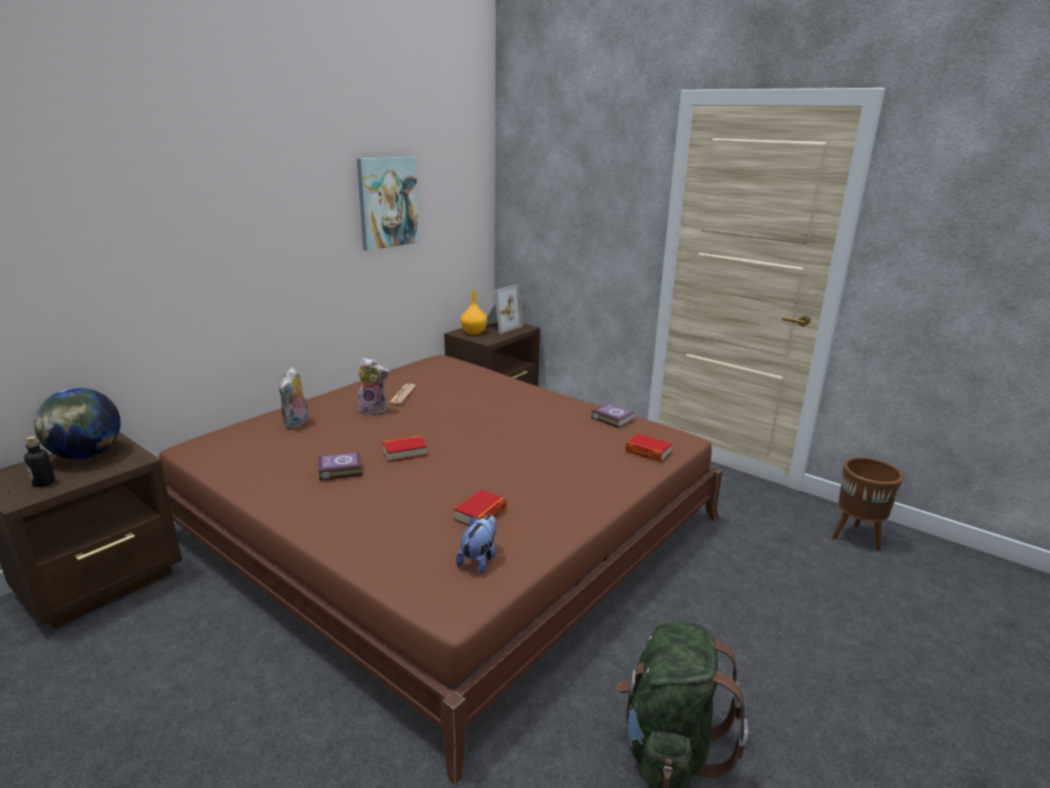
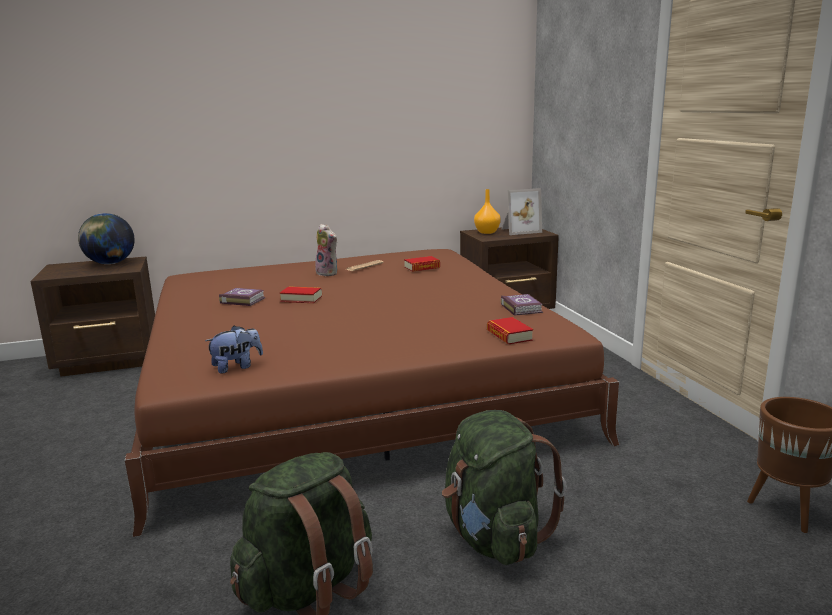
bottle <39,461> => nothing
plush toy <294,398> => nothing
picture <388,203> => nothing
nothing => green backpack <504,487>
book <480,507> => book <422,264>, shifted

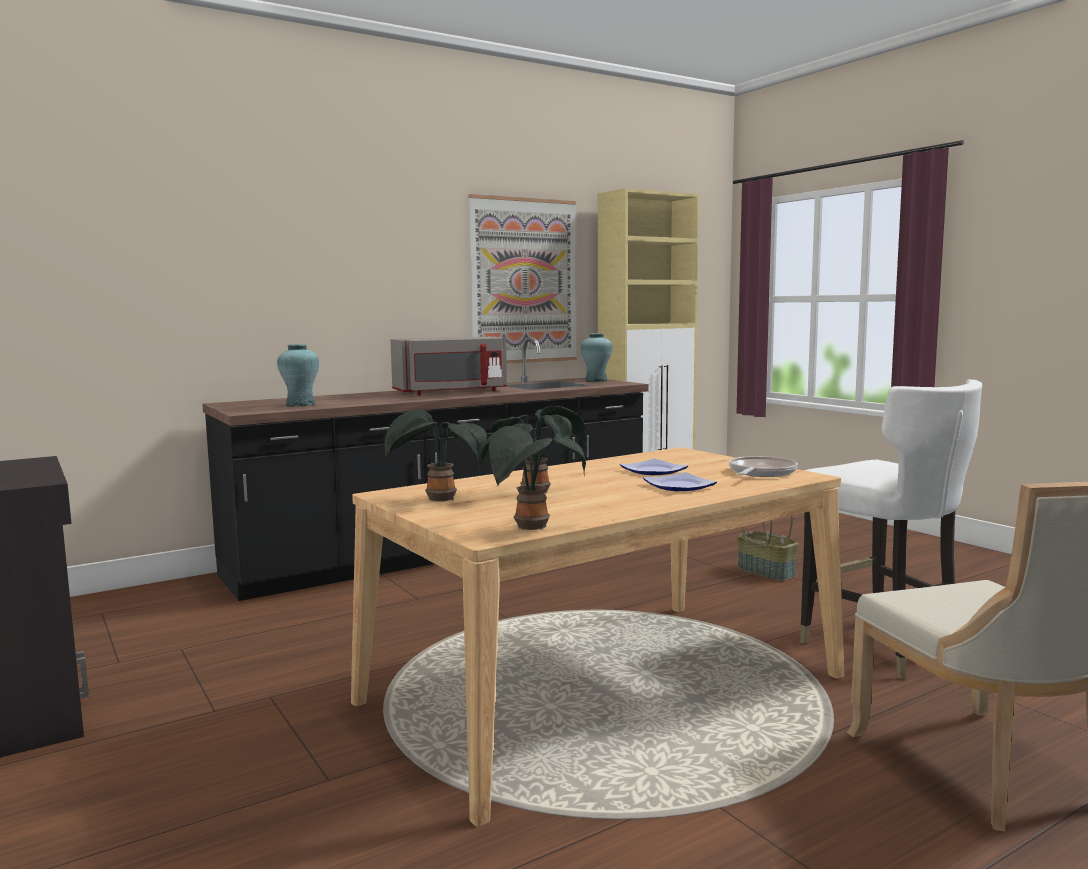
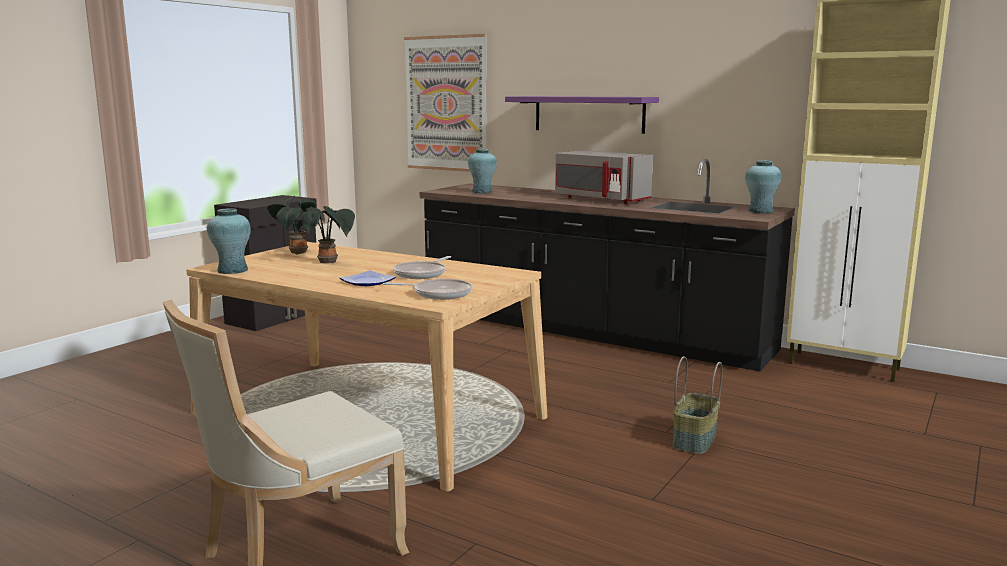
white chair <891,529> => nothing
nothing => purple shelf <582,115>
picture <522,279> => picture <445,103>, shifted
potted plant <532,478> => turquoise vase <229,241>
plate <654,467> => frying pan <422,267>

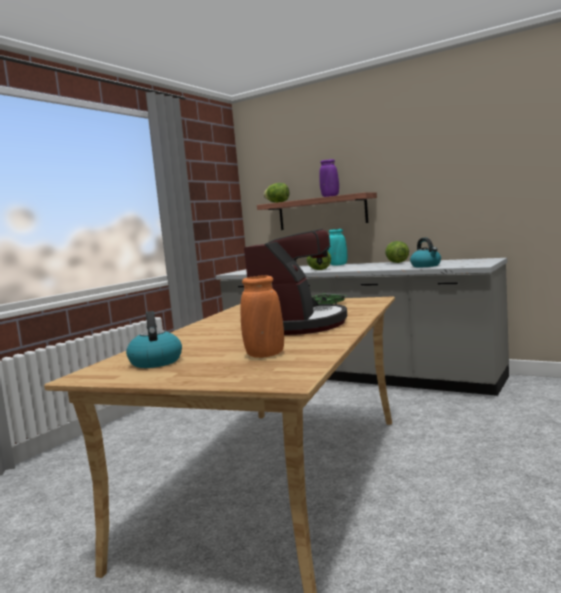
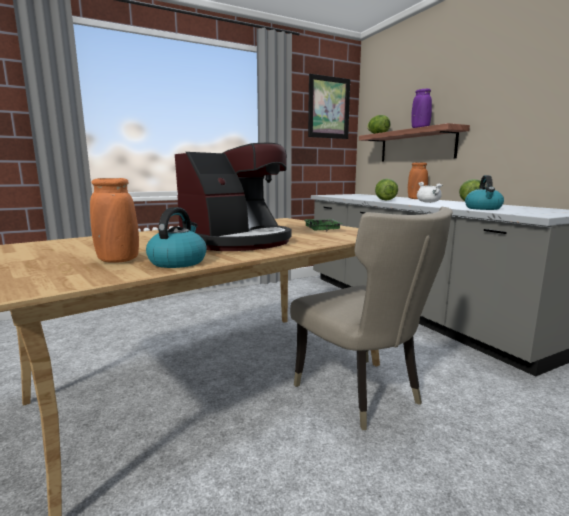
nothing => beige chair <371,318>
nothing => picture <329,106>
nothing => white cooking pot <429,192>
kettle <154,339> => kettle <176,237>, shifted
turquoise vase <337,247> => orange vase <418,180>

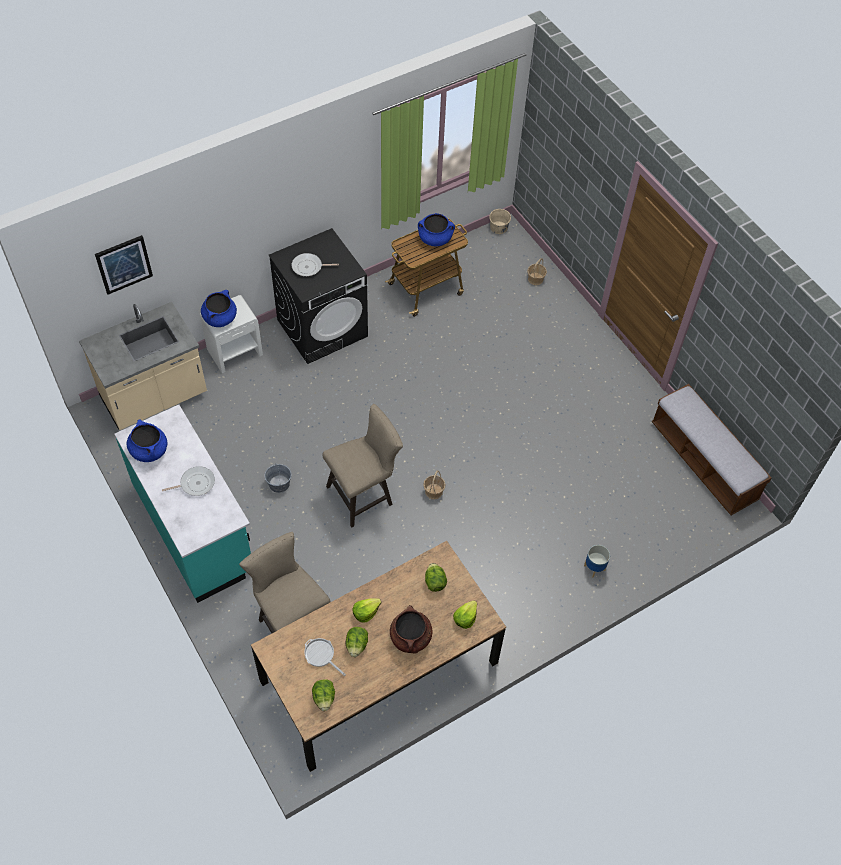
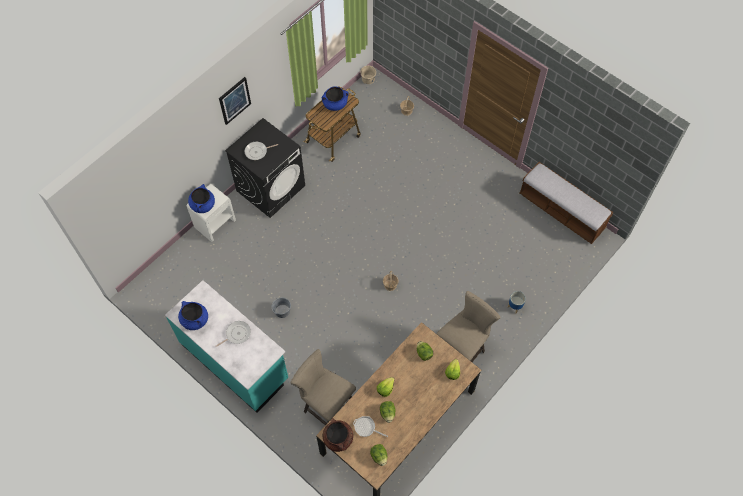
beige counter <143,366> => nothing
picture <124,264> => picture <235,101>, shifted
beige stool <362,465> => beige stool <468,326>, shifted
brown cooking pot <411,629> => brown cooking pot <338,435>, shifted

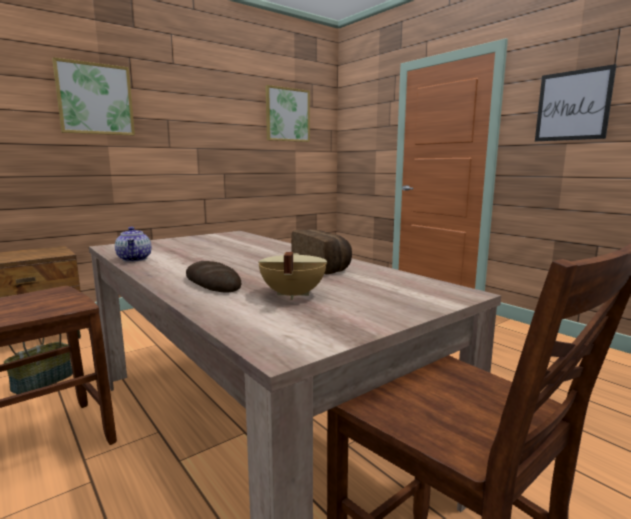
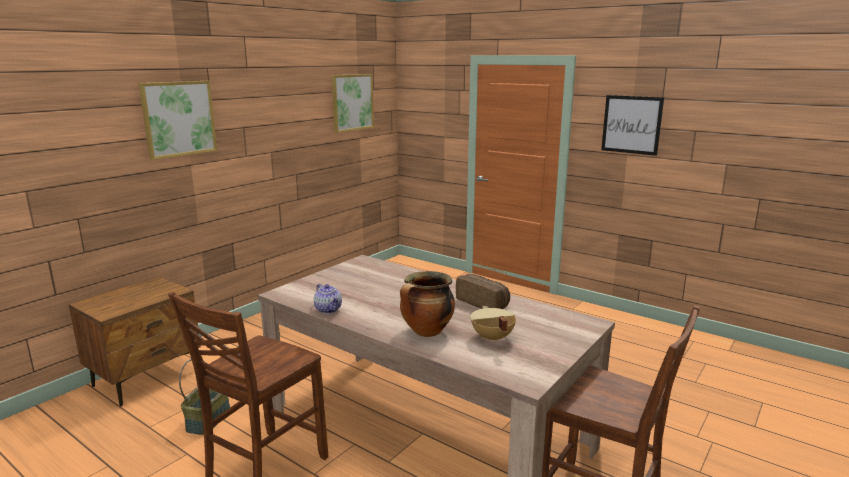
bread <214,277> => cooking pot <427,304>

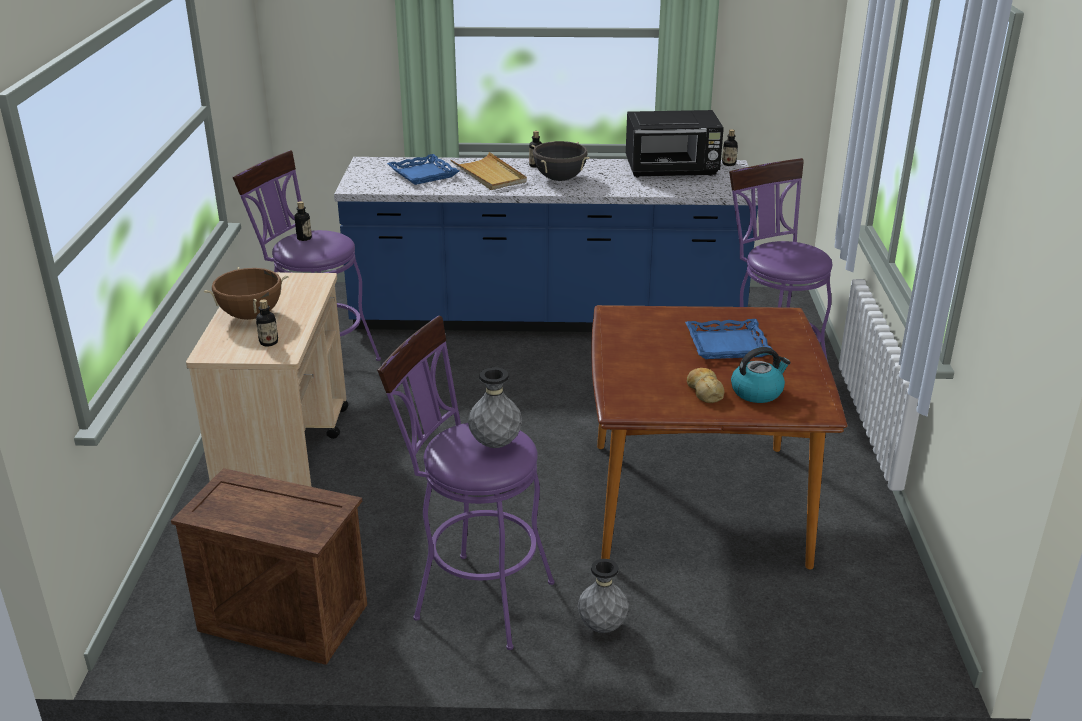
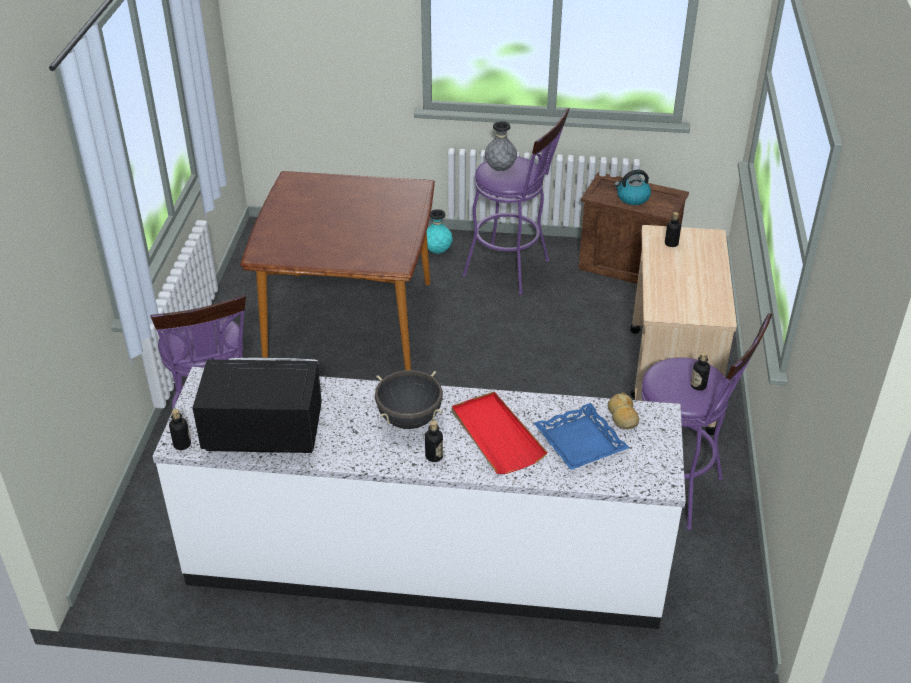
brown cooking pot <246,293> => nothing
blue tray <728,339> => nothing
bread <705,385> => bread <623,410>, shifted
kettle <761,375> => kettle <632,187>, shifted
blue counter <546,244> => white counter <419,498>
beige tray <489,171> => red tray <499,433>
grey vase <603,596> => turquoise vase <440,231>

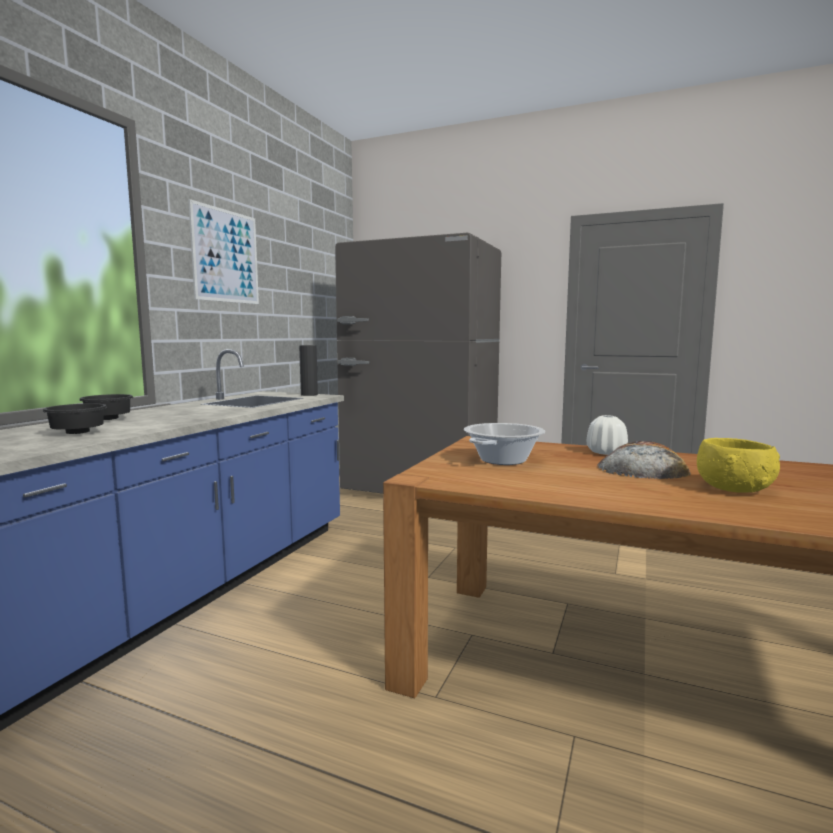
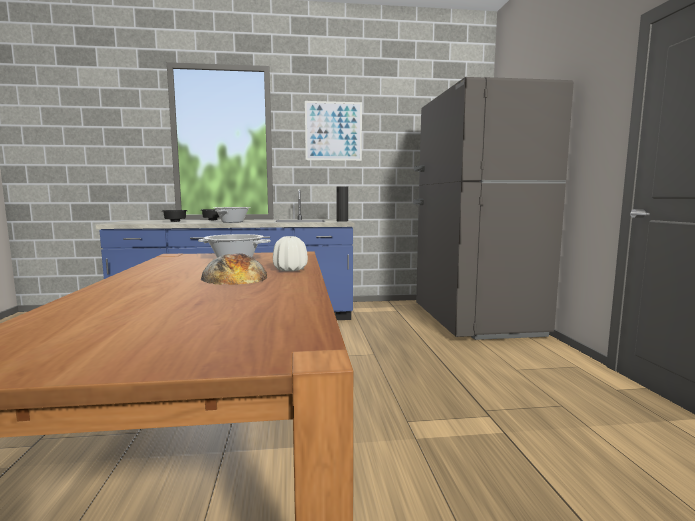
yellow bowl <738,465> => nothing
nothing => cooking pot <232,215>

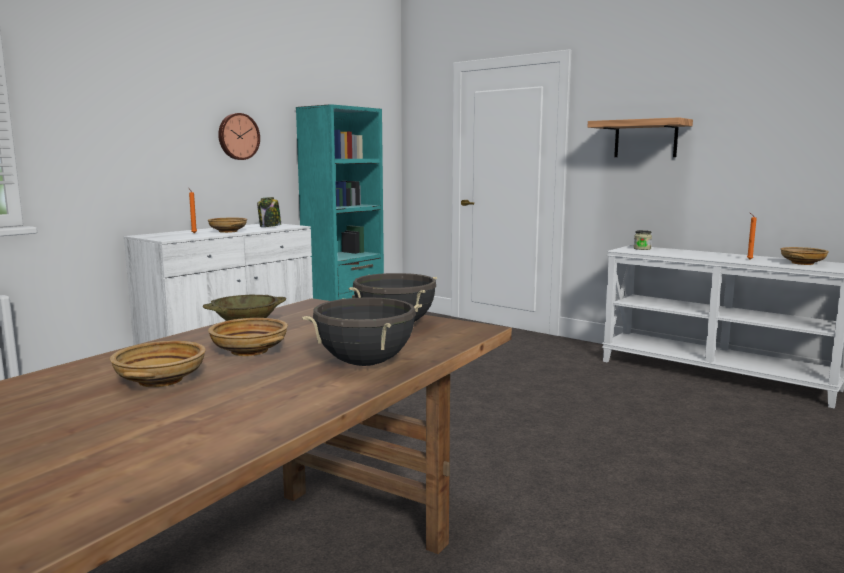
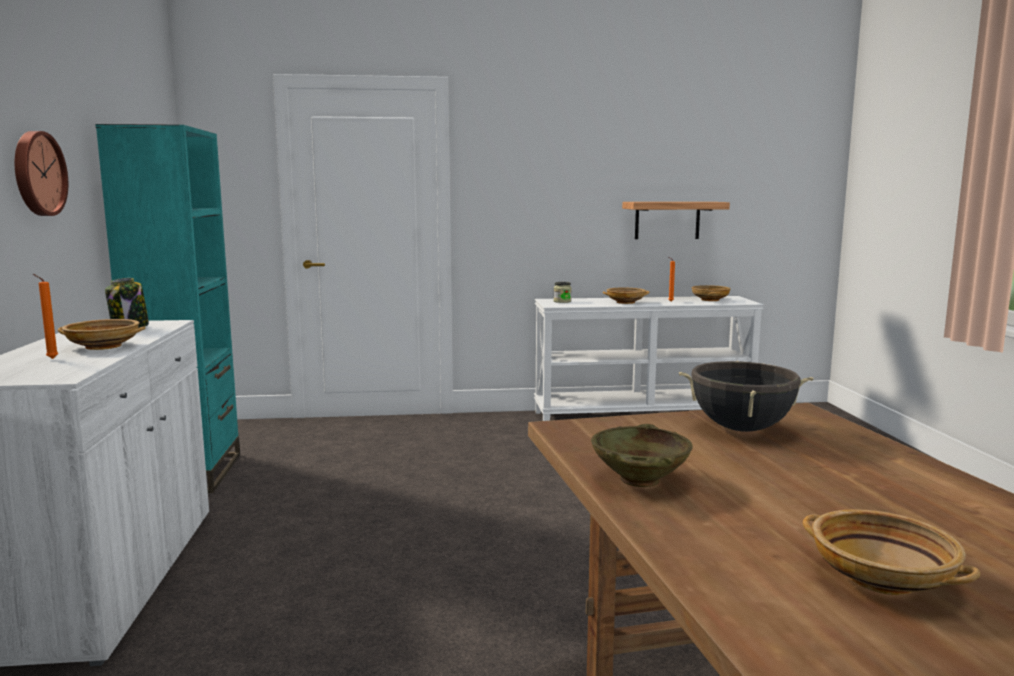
black cooking pot <362,331> => nothing
beige bowl <248,337> => beige bowl <626,296>, shifted
shelf <640,137> => shelf <676,220>, shifted

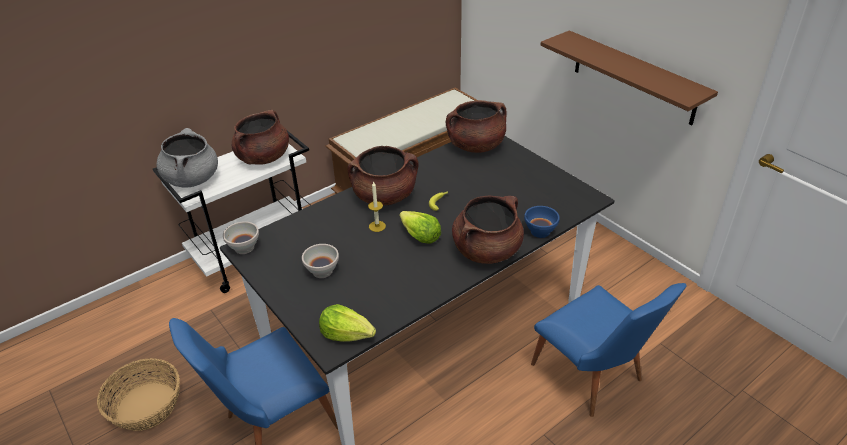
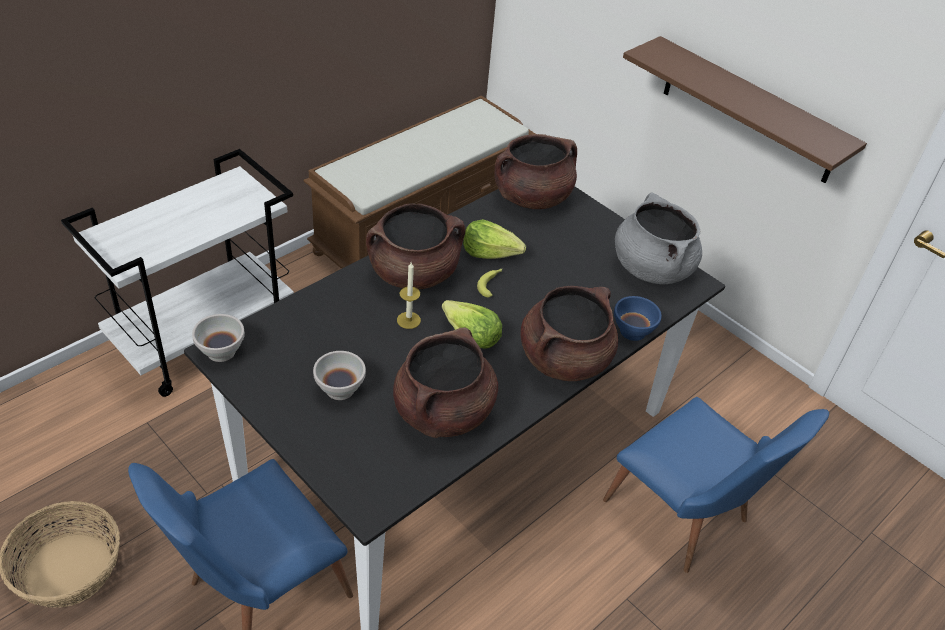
grey cooking pot <187,158> => grey cooking pot <658,238>, shifted
brown cooking pot <260,137> => brown cooking pot <445,382>, shifted
lettuce <347,323> => lettuce <494,239>, shifted

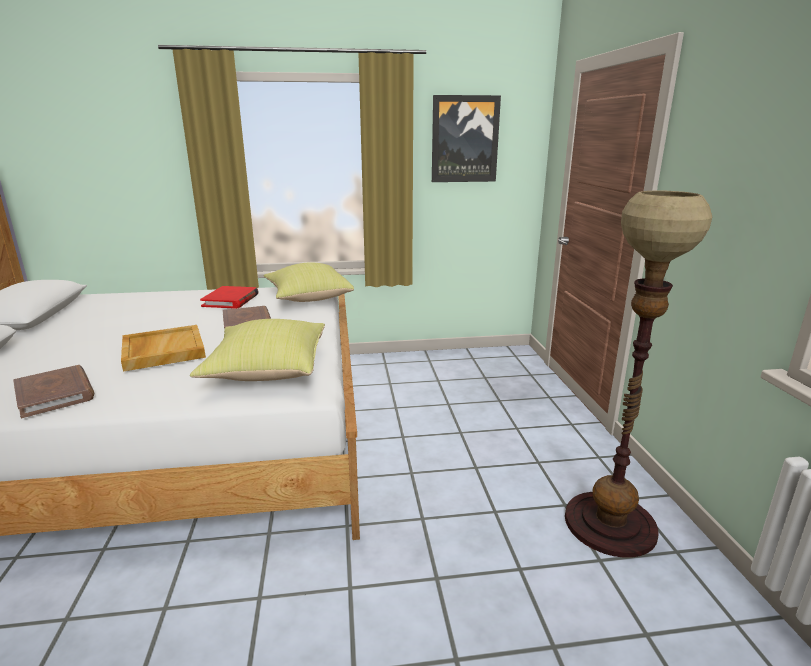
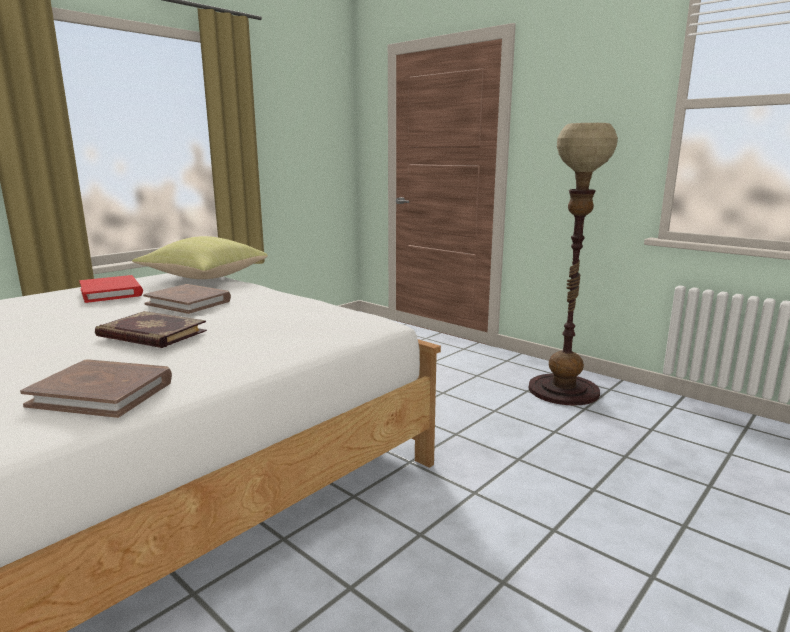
yellow pillow <257,350> => nothing
picture <466,138> => nothing
beige tray <163,348> => book <151,329>

